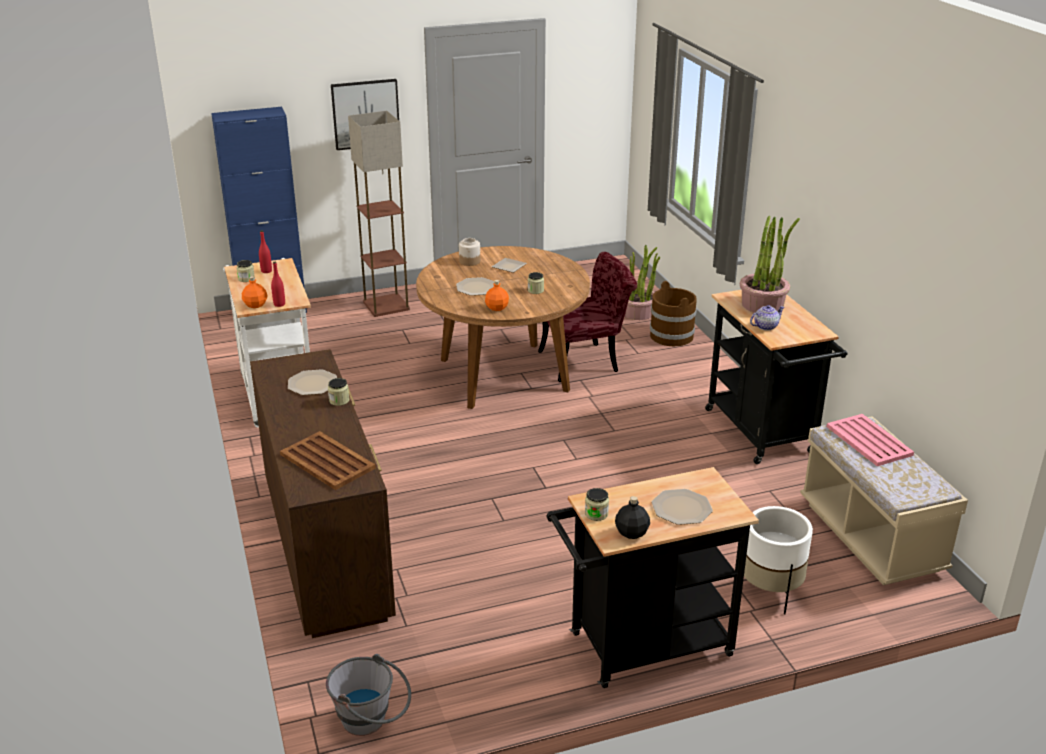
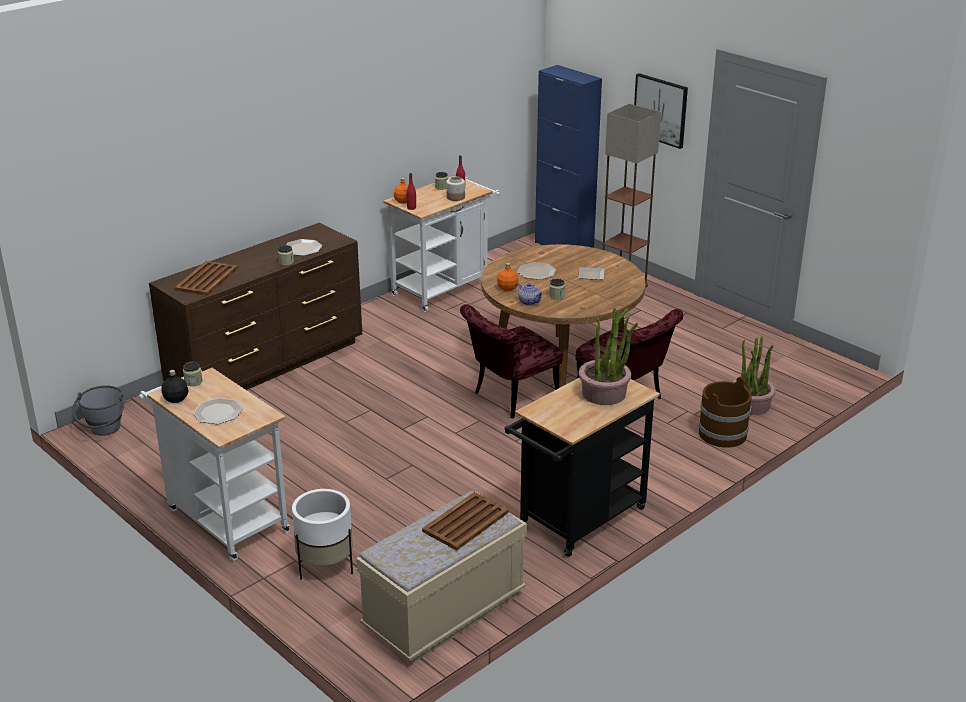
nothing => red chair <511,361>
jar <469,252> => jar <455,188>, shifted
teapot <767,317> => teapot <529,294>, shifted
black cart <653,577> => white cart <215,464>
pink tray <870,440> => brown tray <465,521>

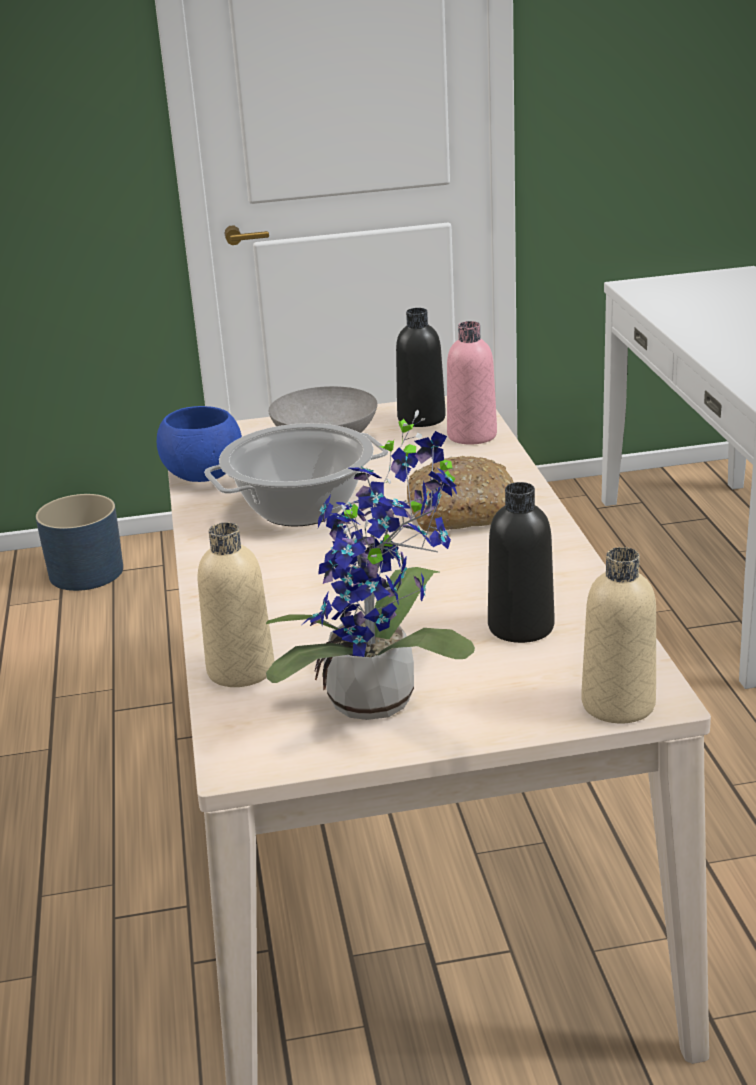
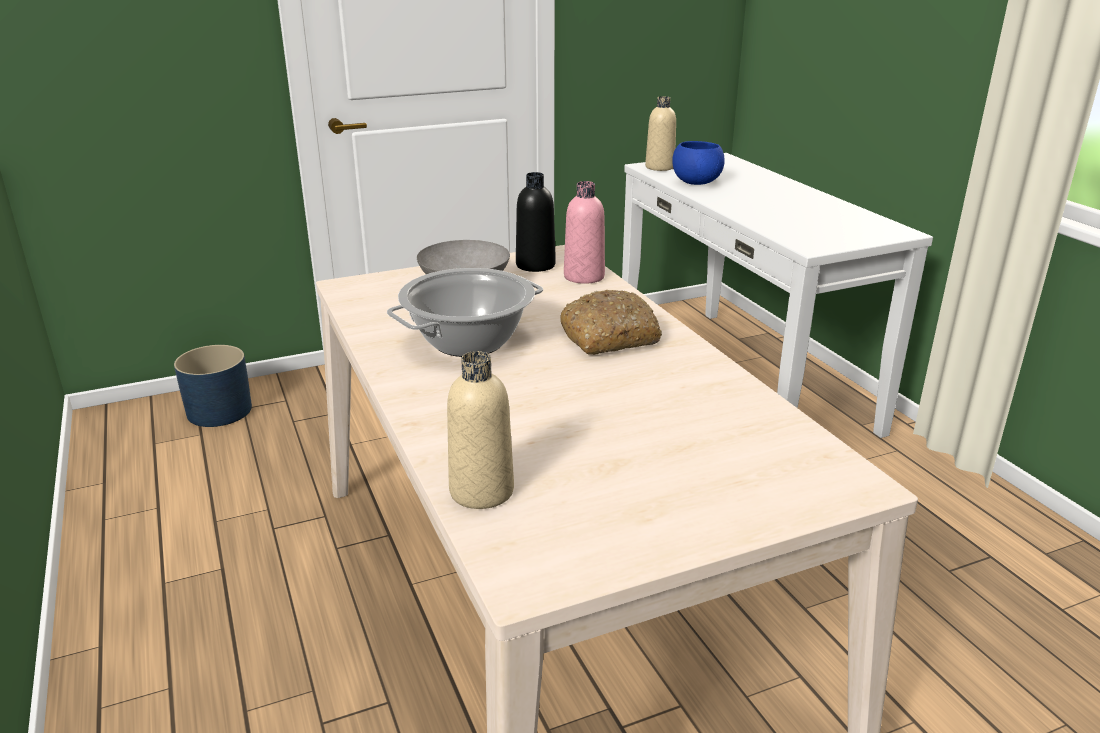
potted plant <370,565> => nothing
black bottle <521,562> => nothing
blue bowl <199,444> => blue bowl <698,163>, shifted
beige bottle <618,635> => beige bottle <660,133>, shifted

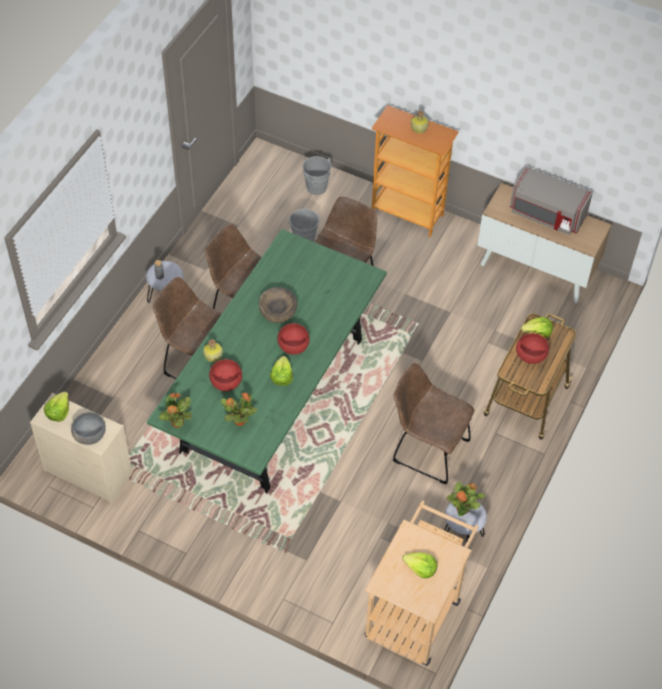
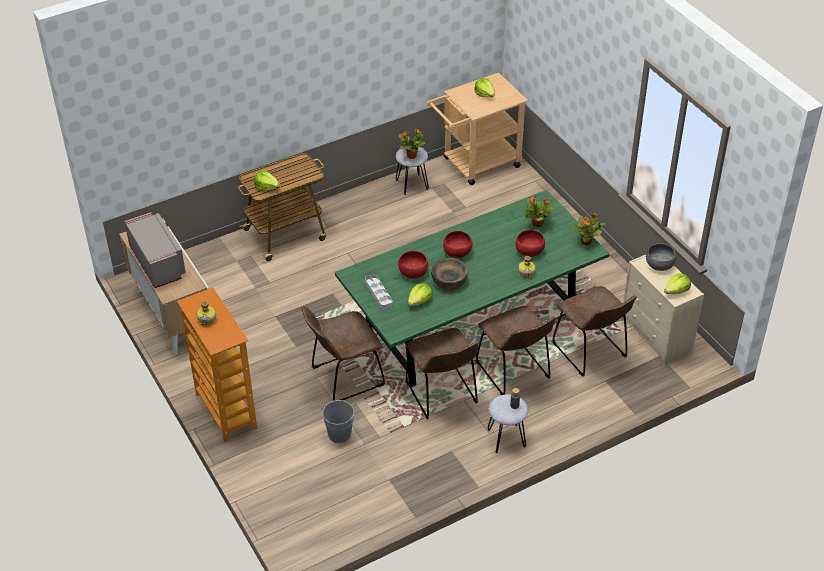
grey bucket <319,175> => nothing
nothing => grey tray <379,291>
lettuce <281,371> => lettuce <420,294>, shifted
brown chair <433,423> => brown chair <595,331>, shifted
red bowl <532,348> => red bowl <413,264>, shifted

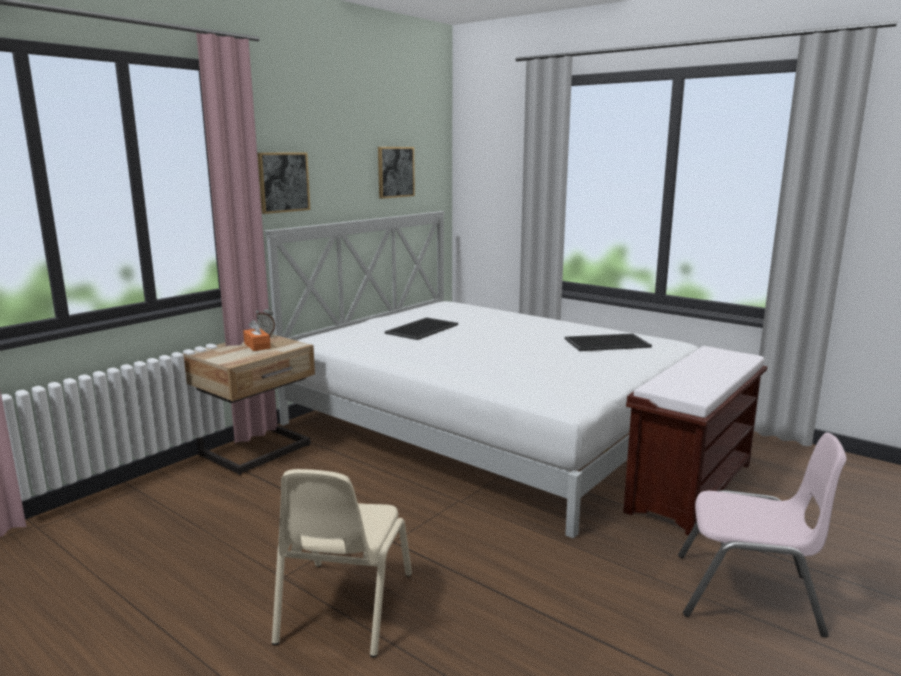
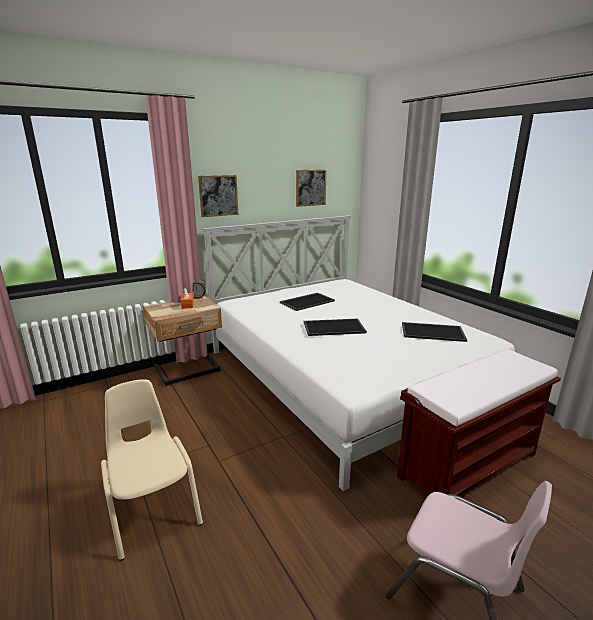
nothing => tray <335,327>
beige chair <342,563> => beige chair <152,470>, 120 degrees clockwise

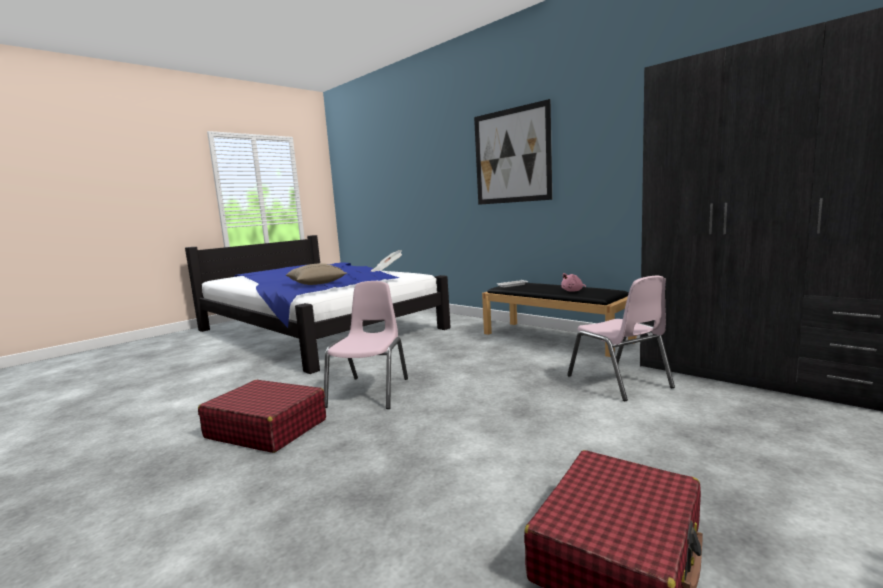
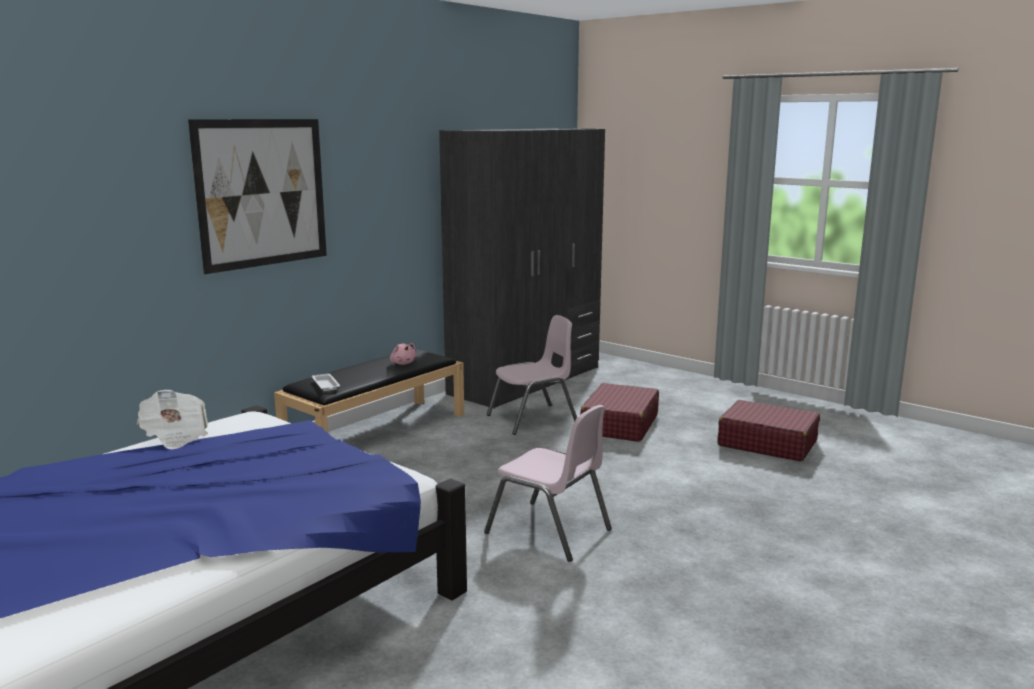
beige pillow <316,274> => nothing
red suitcase <262,416> => red suitcase <619,412>, shifted
pink chair <366,345> => pink chair <548,483>, 150 degrees counterclockwise

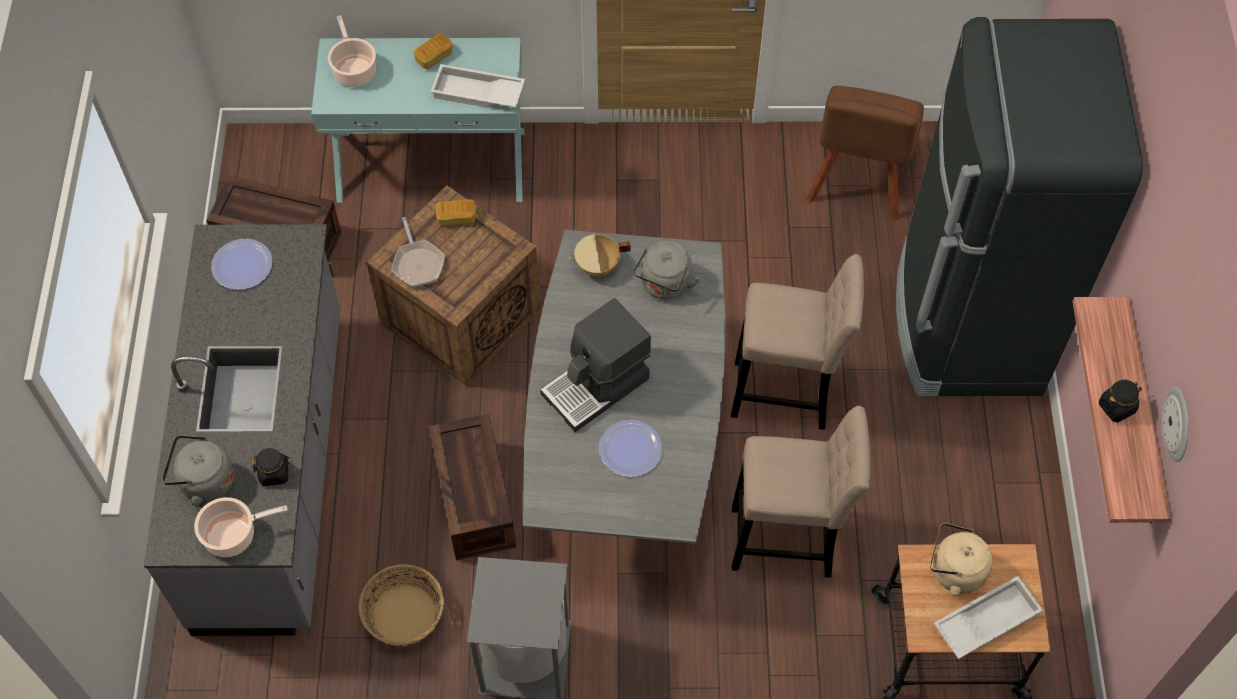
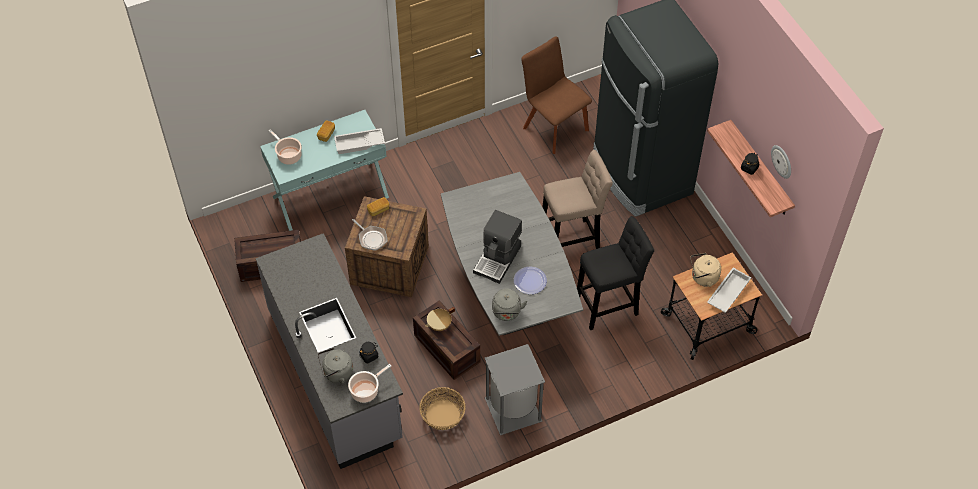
plate <242,264> => nothing
beige cooking pot <599,255> => beige cooking pot <440,318>, shifted
grey kettle <667,270> => grey kettle <509,304>, shifted
beige stool <801,491> => black stool <615,273>
brown chair <865,153> => brown chair <556,95>, 150 degrees clockwise

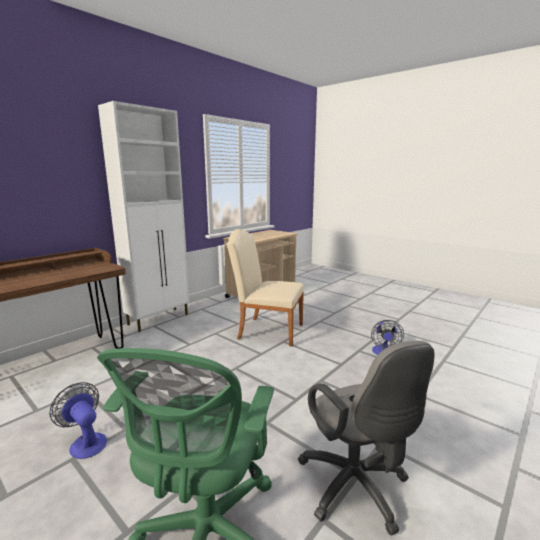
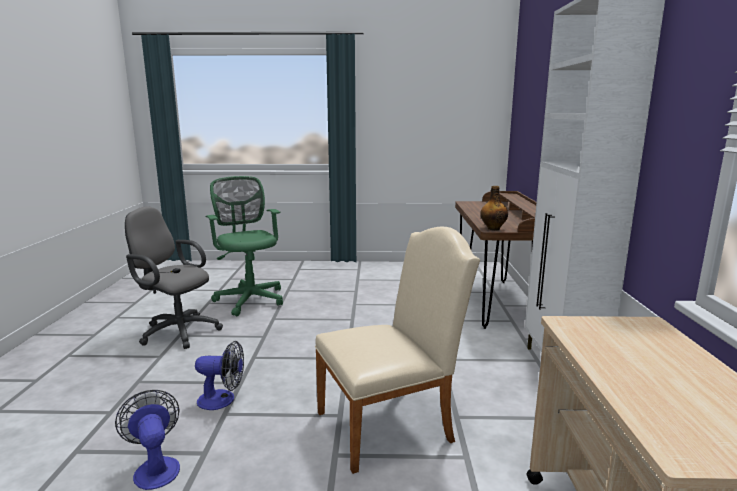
nothing => bottle <494,208>
fan <78,420> => fan <219,375>, shifted

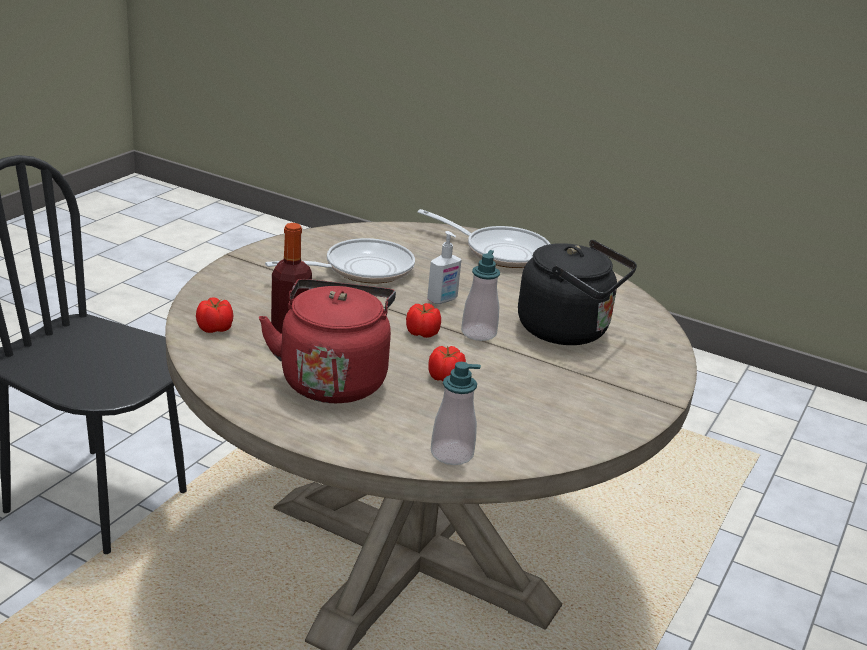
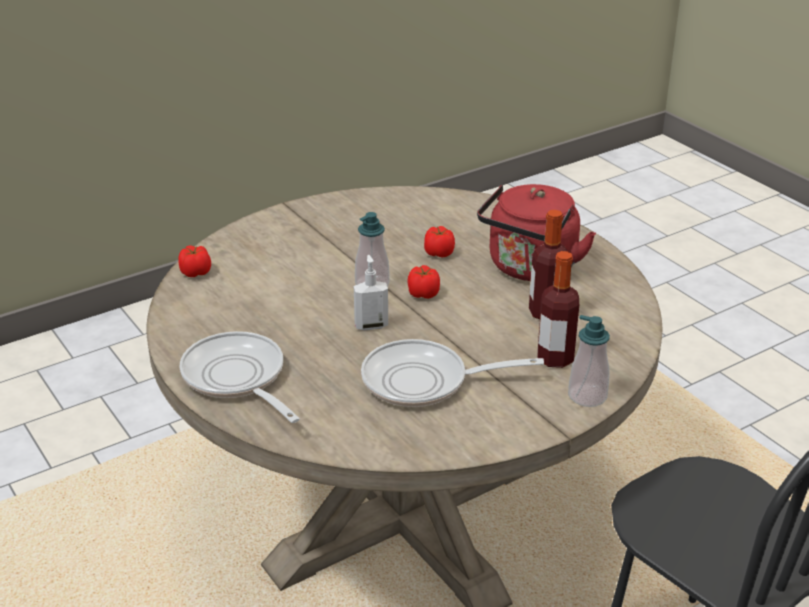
black kettle <577,292> => nothing
nothing => bottle <558,309>
tomato <214,315> => tomato <194,261>, shifted
soap dispenser <456,413> => soap dispenser <589,361>, shifted

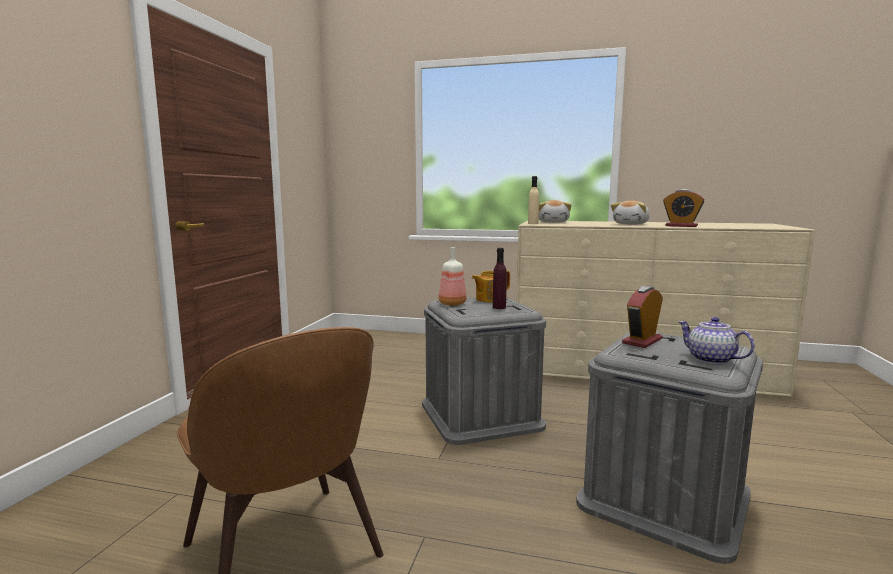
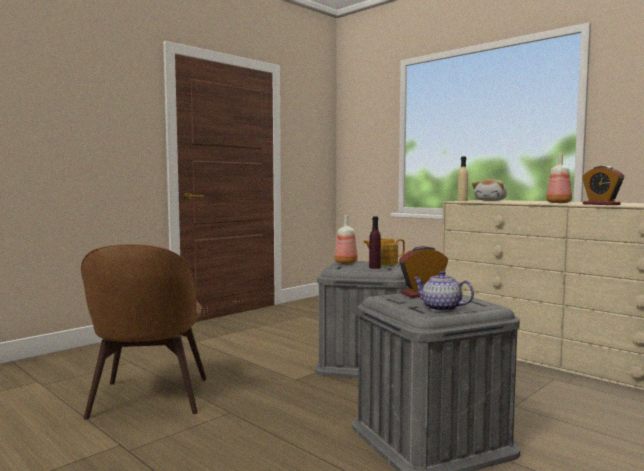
plush toy <630,212> => bottle <559,178>
teapot <716,340> => teapot <443,291>, 45 degrees counterclockwise

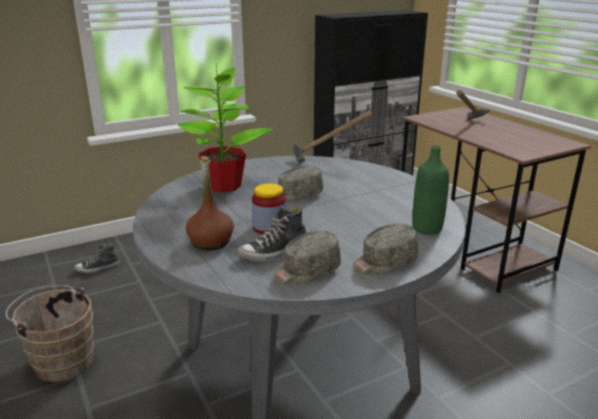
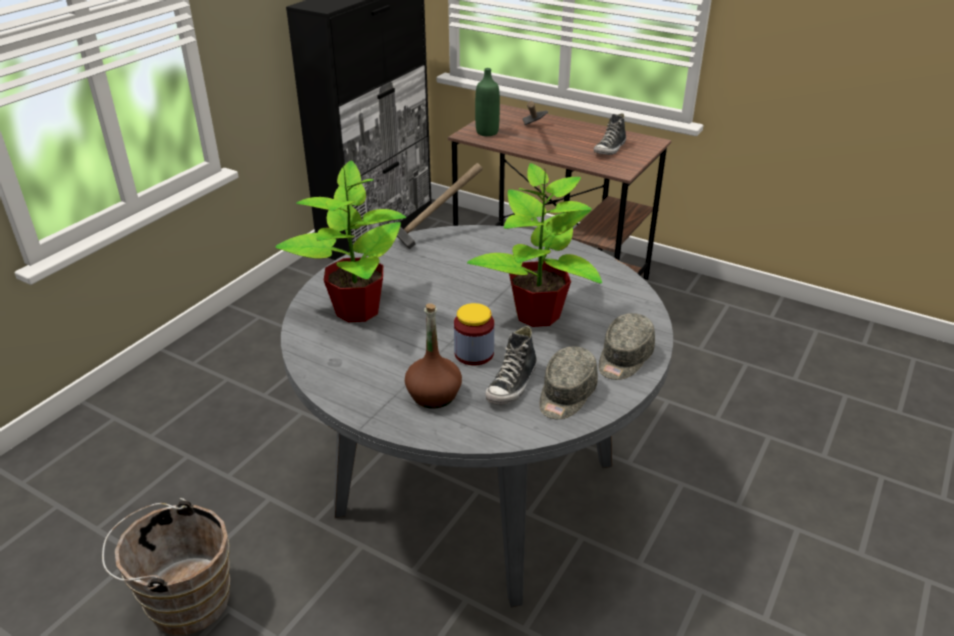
grey cap <301,183> => nothing
nothing => potted plant <534,245>
shoe <97,258> => shoe <610,134>, shifted
green bottle <430,190> => green bottle <487,102>, shifted

